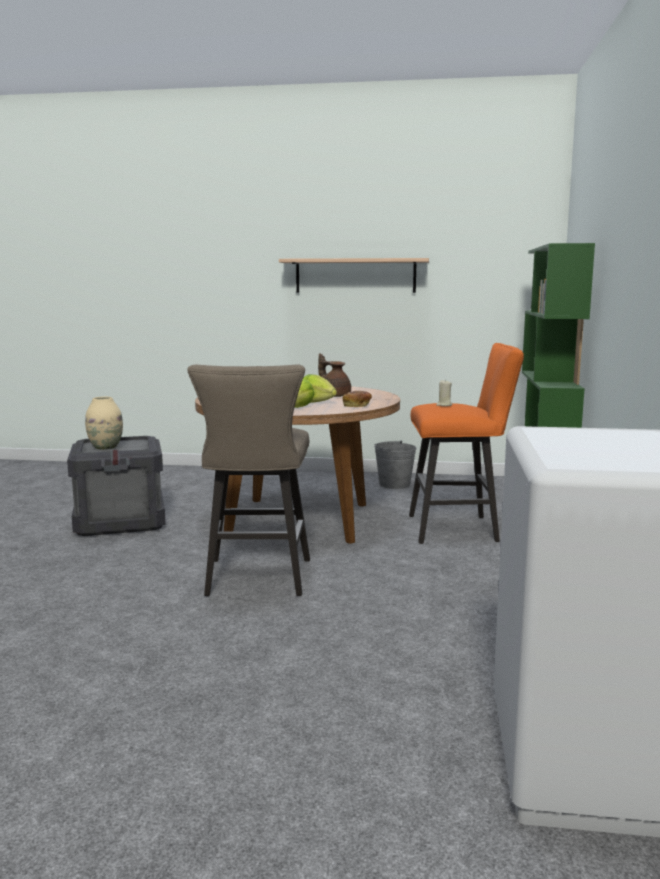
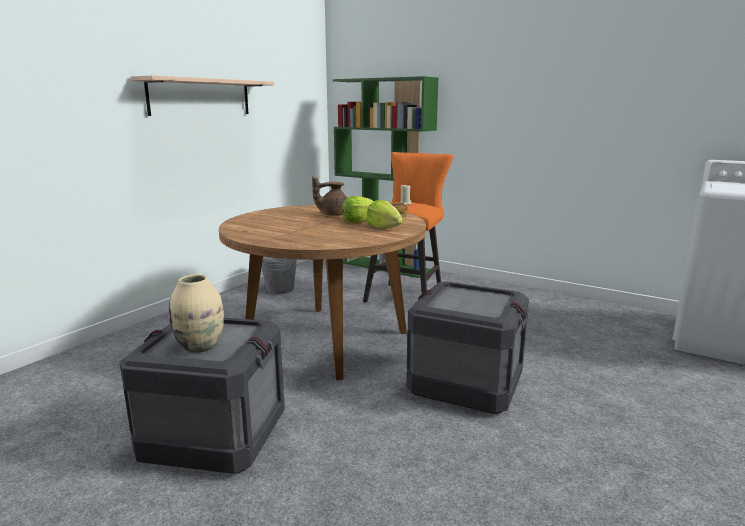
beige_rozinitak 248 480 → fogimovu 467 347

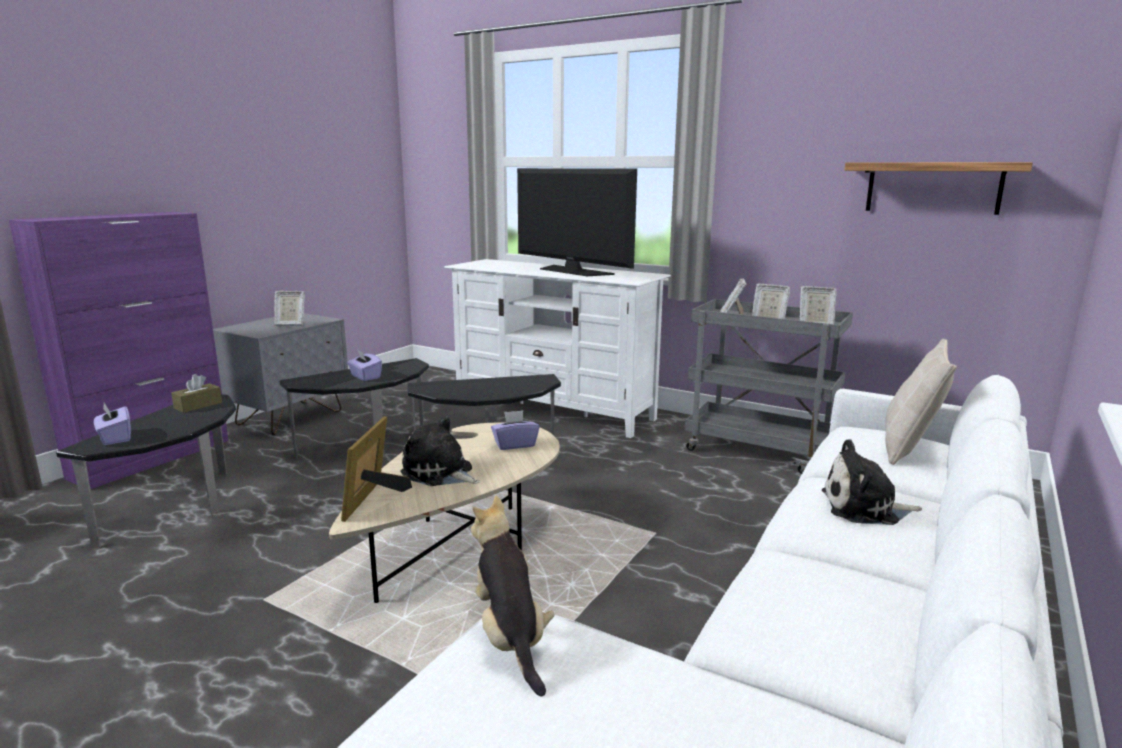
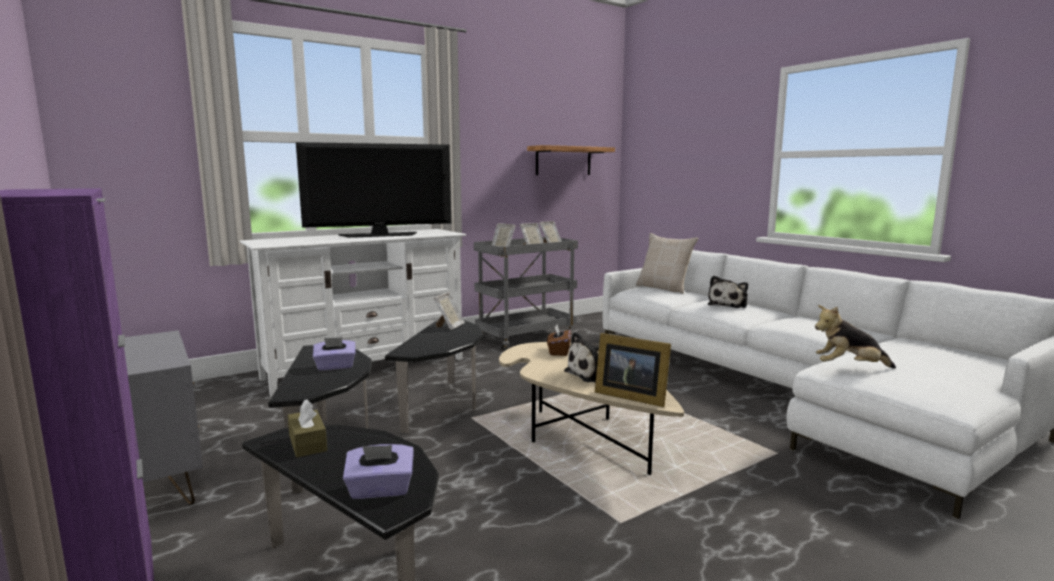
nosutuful 290 308 → nosutuful 449 311, moved
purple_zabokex 515 430 → brown_zabokex 559 340

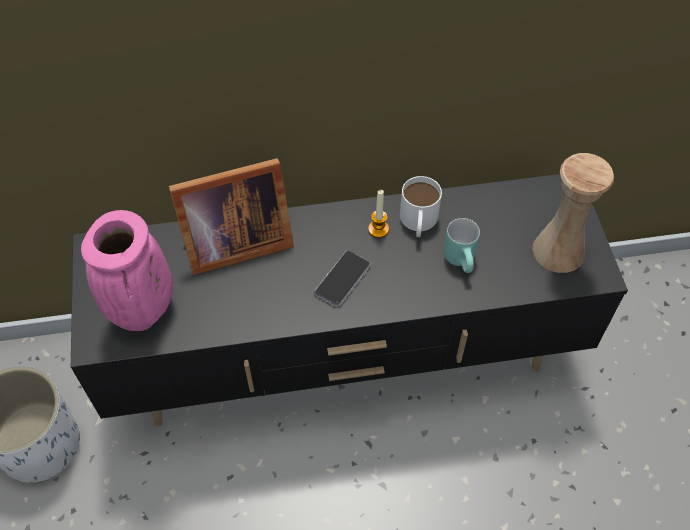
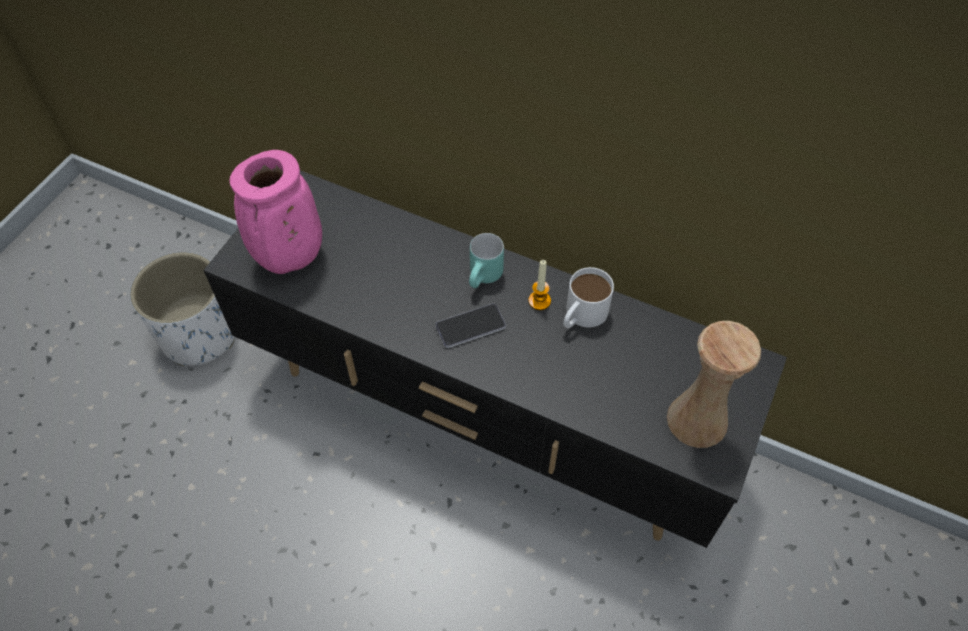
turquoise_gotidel 461 245 → turquoise_gotidel 486 260, moved
nosutuful 231 216 → -

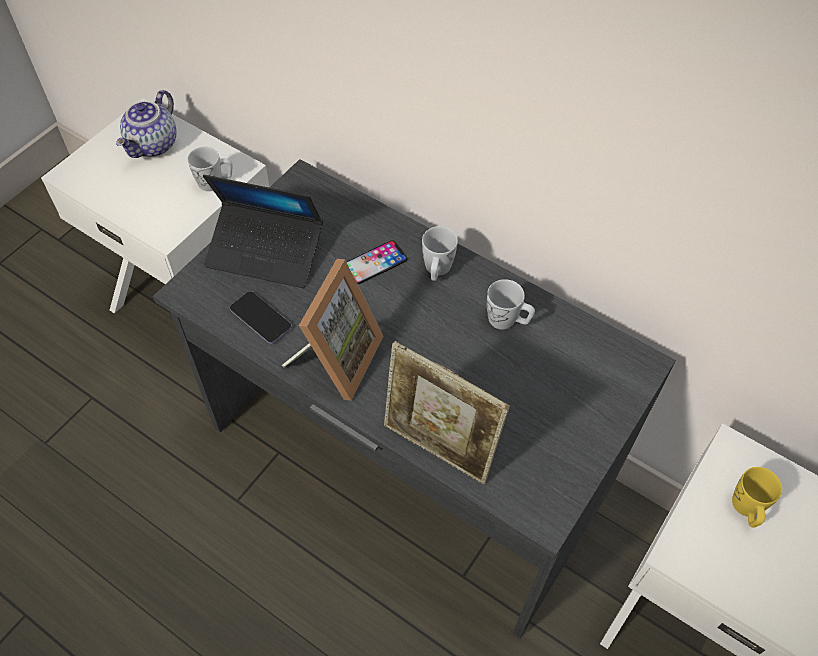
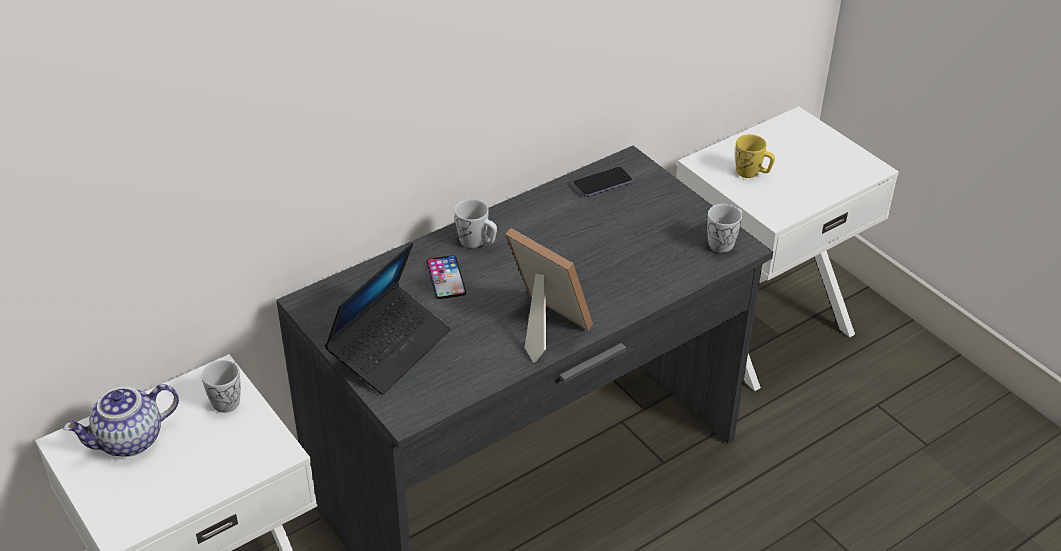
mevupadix 146 124 → mevupadix 121 420, 105 degrees clockwise
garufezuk 260 317 → garufezuk 602 182, moved
white_gotidel 511 304 → white_gotidel 724 228, moved
nosutuful 447 412 → -

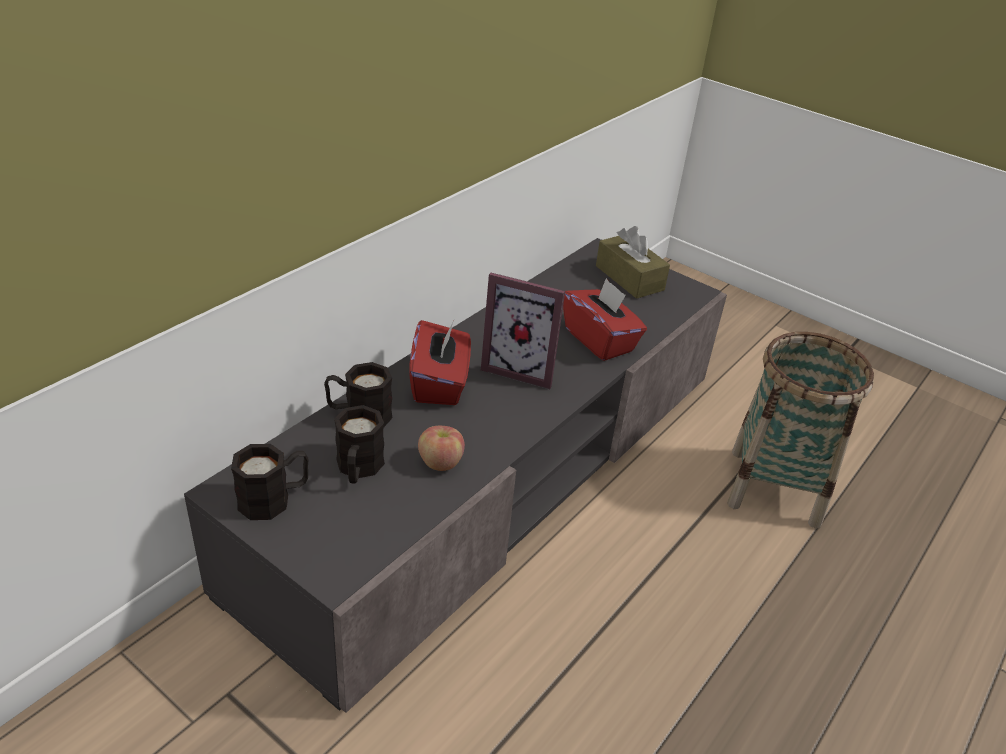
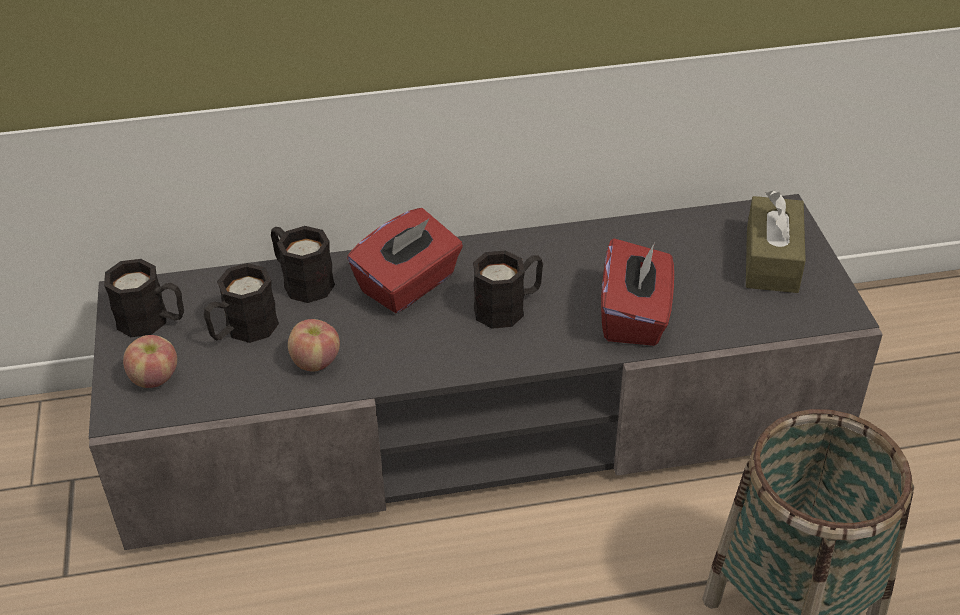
- → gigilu 150 361
nosutuful 523 331 → black_gotidel 508 289

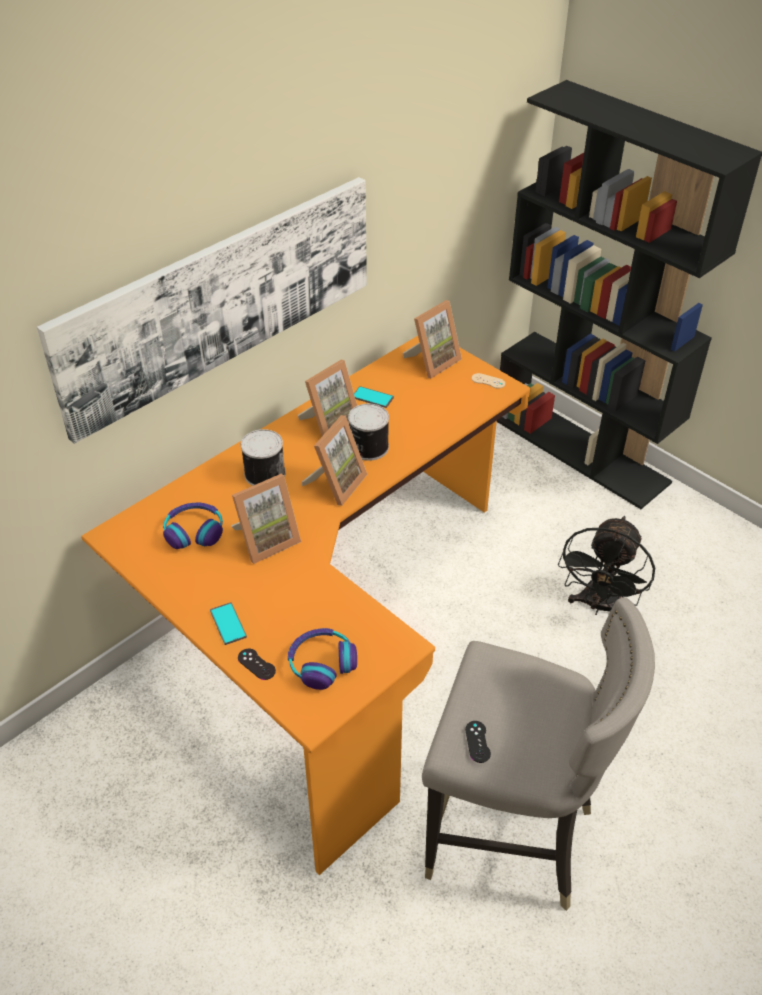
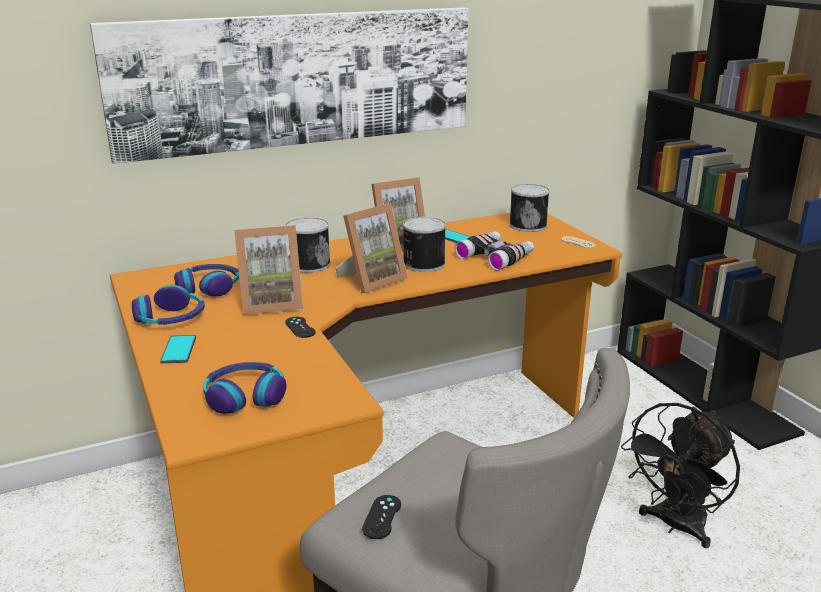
- → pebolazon 168 305
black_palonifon 257 664 → black_palonifon 300 327, moved
- → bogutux 494 251
nosutuful 432 339 → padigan 529 208

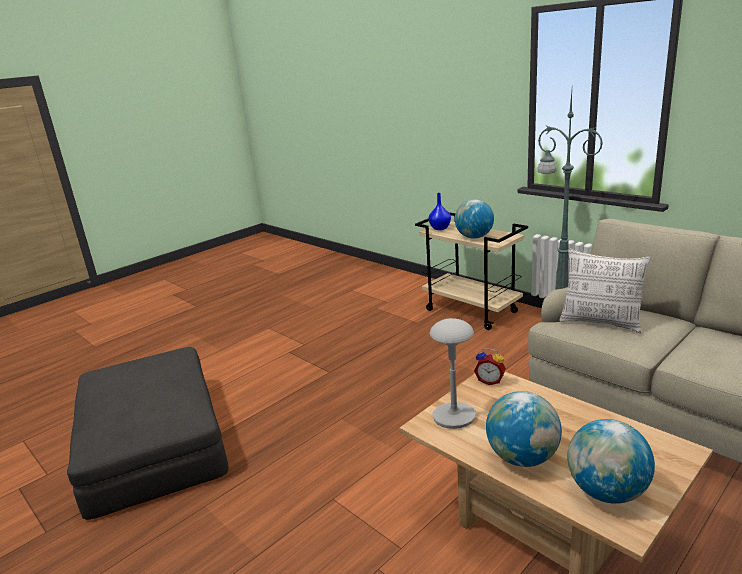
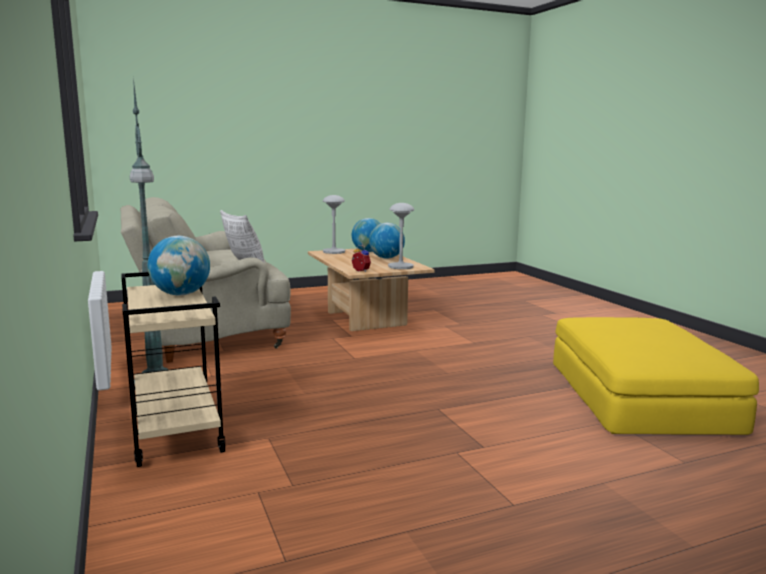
- → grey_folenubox 334 224
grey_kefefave 148 433 → yellow_kefefave 656 376
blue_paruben 440 211 → -

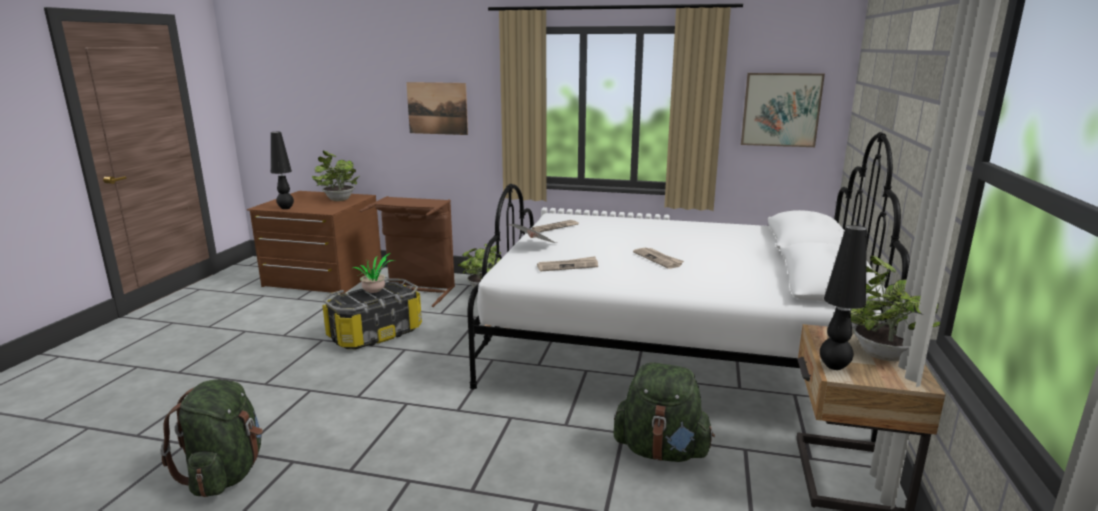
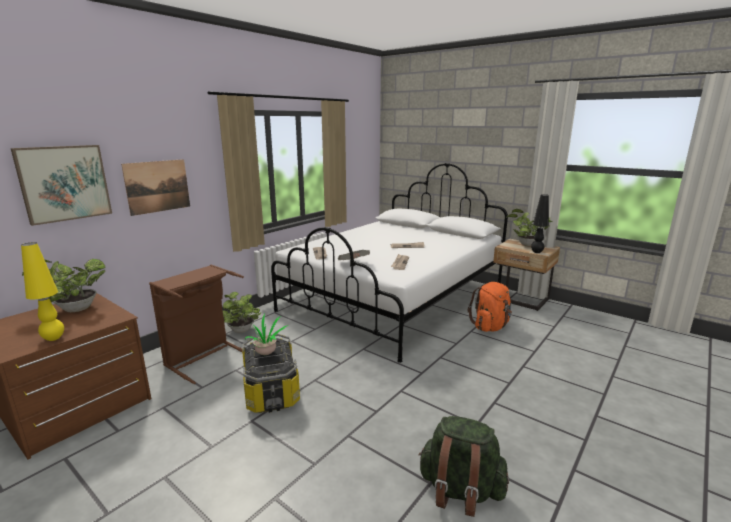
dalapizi 783 110 → dalapizi 61 185, moved
black_folenubox 282 170 → yellow_folenubox 42 291
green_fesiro 664 412 → orange_fesiro 490 307

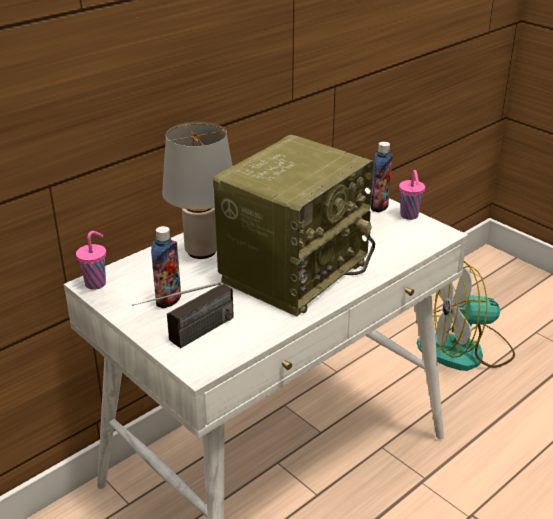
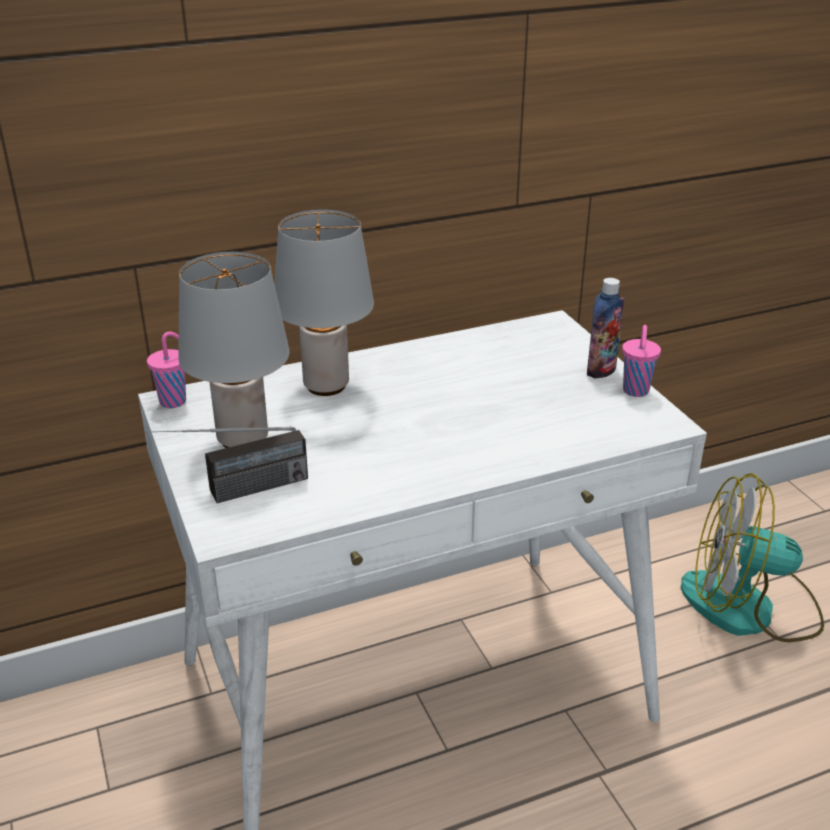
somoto 166 267 → grey_folenubox 234 350
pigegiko 294 226 → -

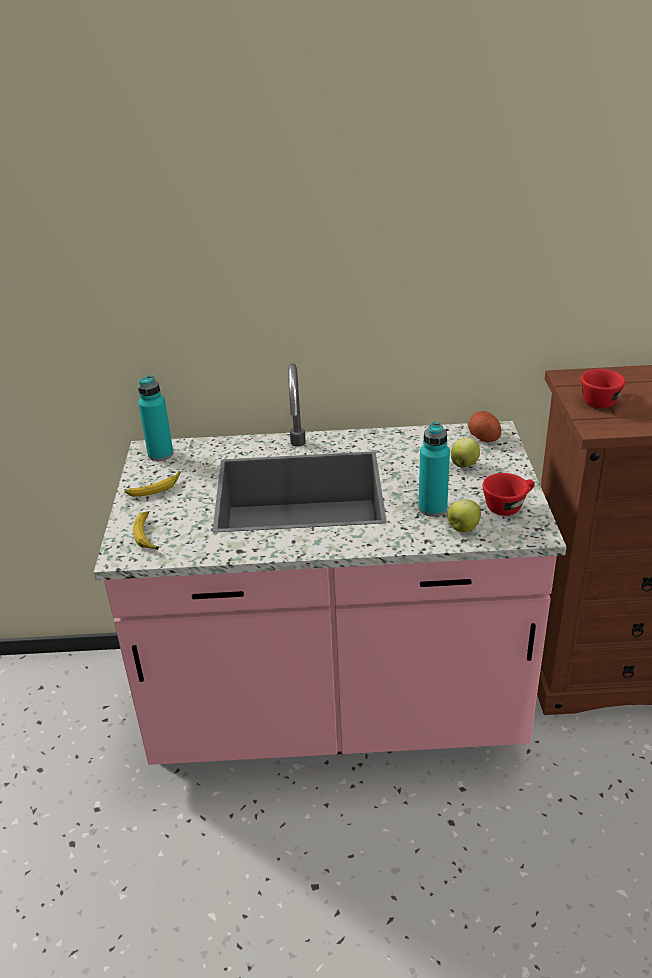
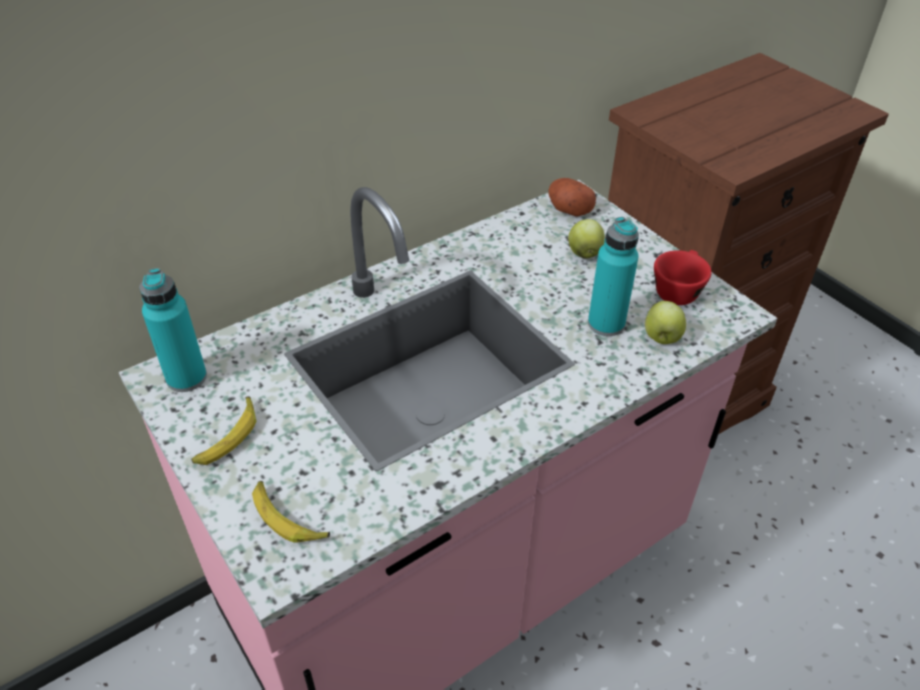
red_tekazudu 603 388 → -

